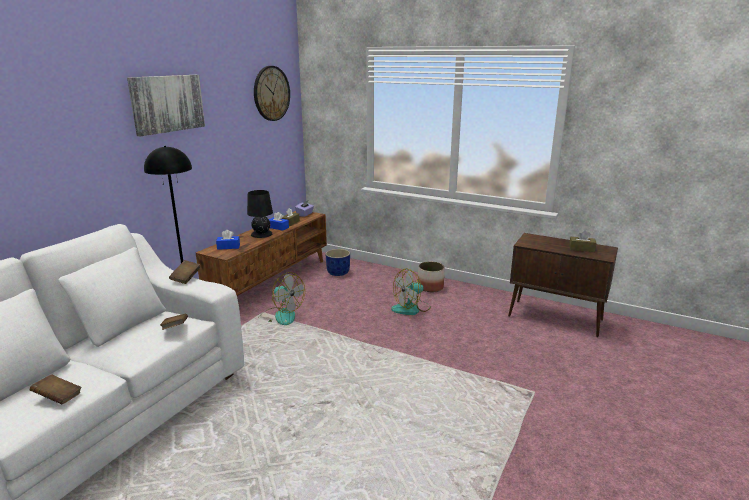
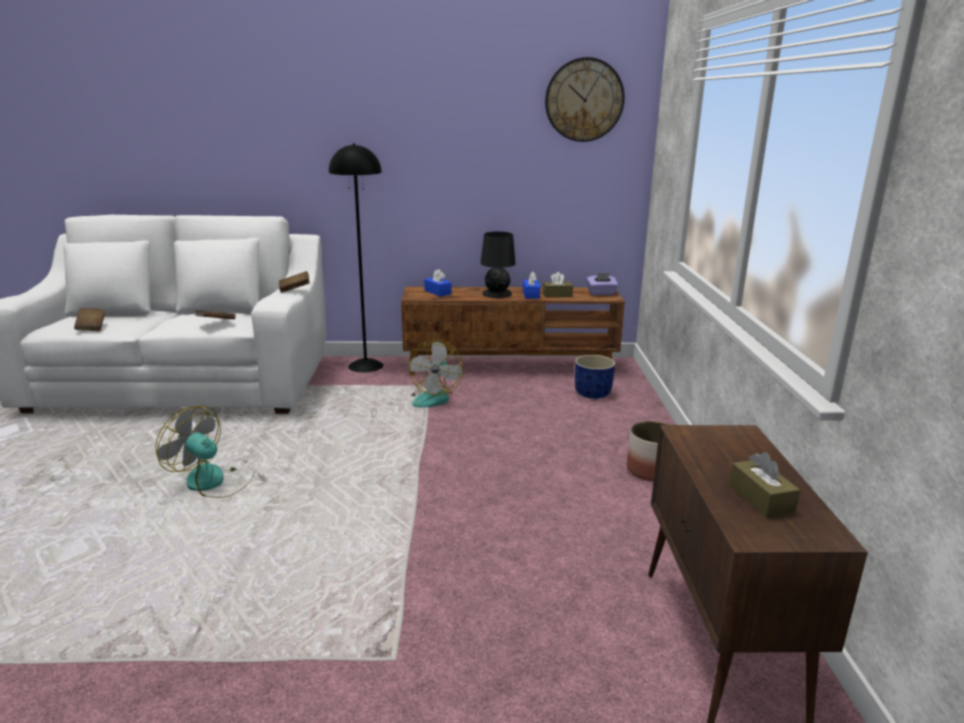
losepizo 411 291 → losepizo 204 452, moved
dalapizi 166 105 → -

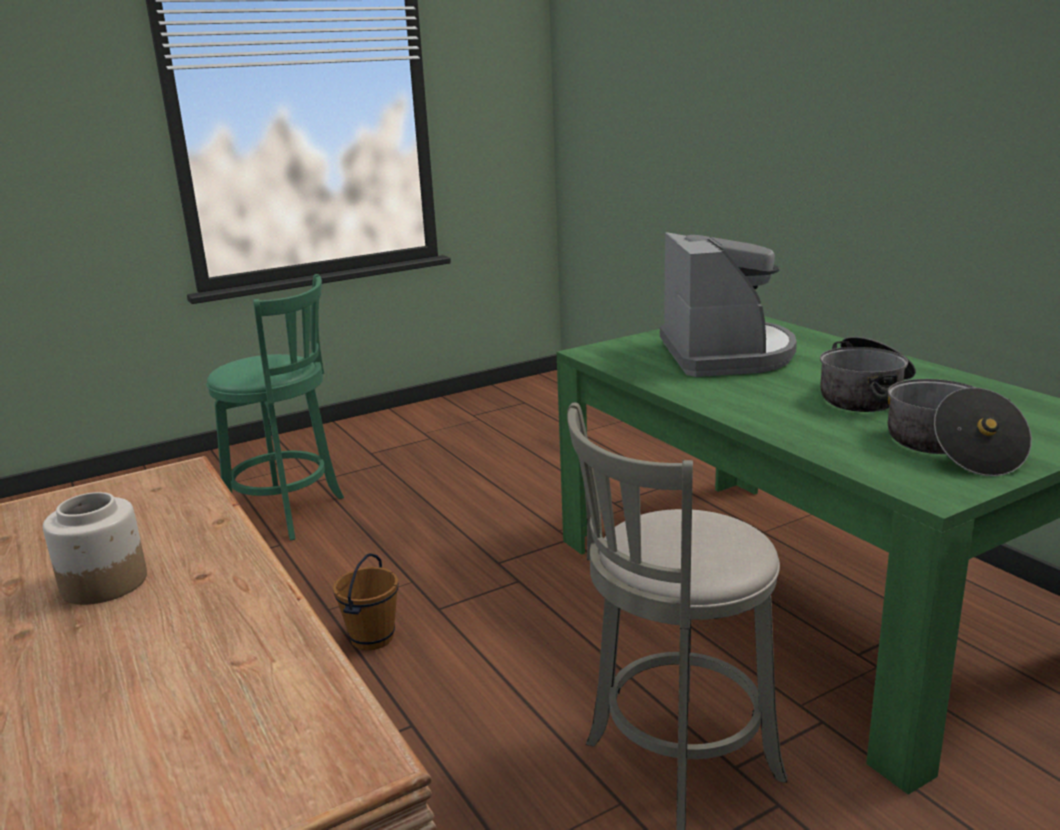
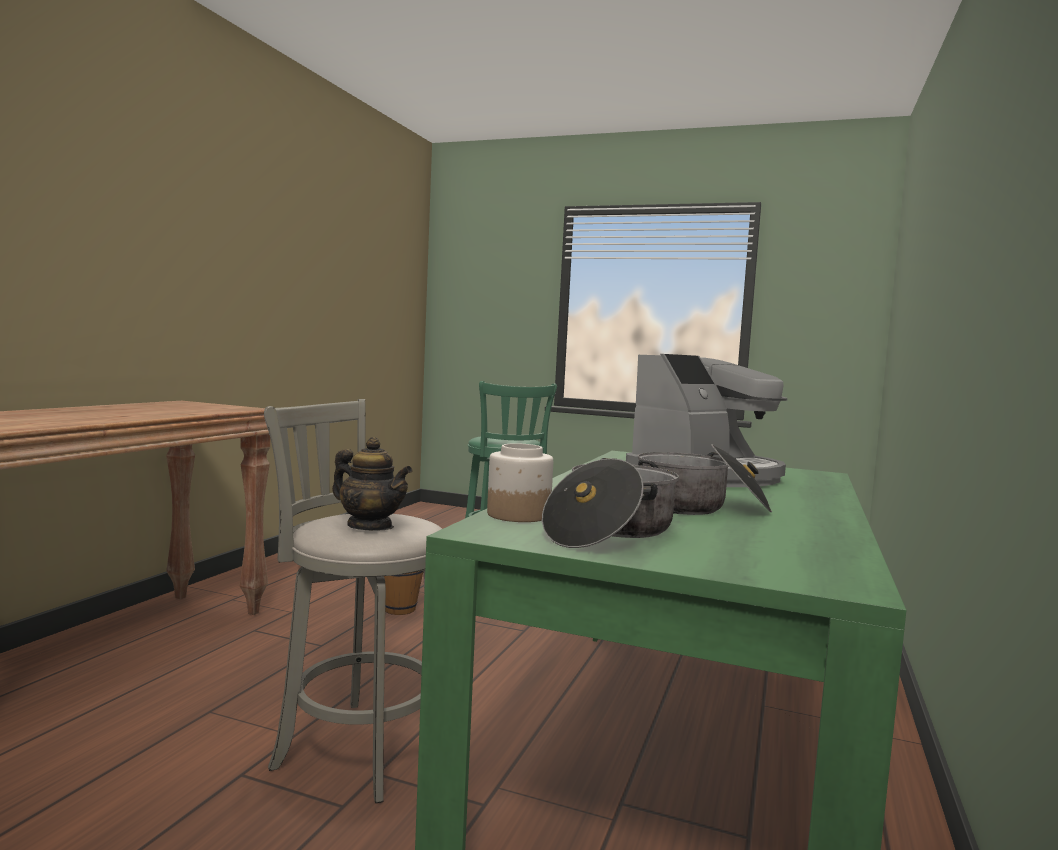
- → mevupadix 372 484
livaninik 95 548 → livaninik 520 482, moved

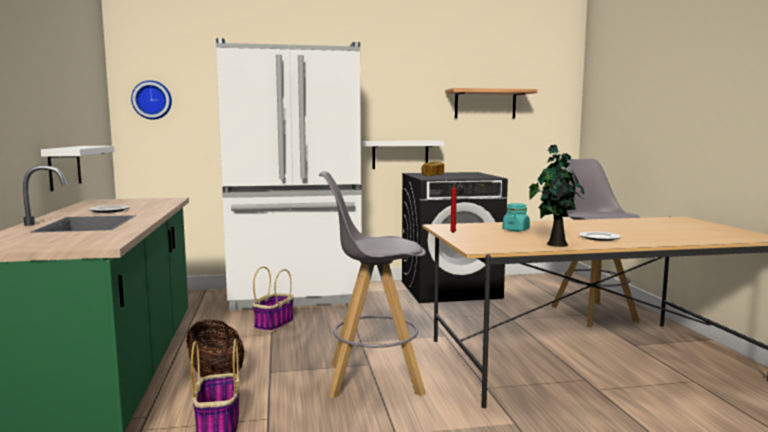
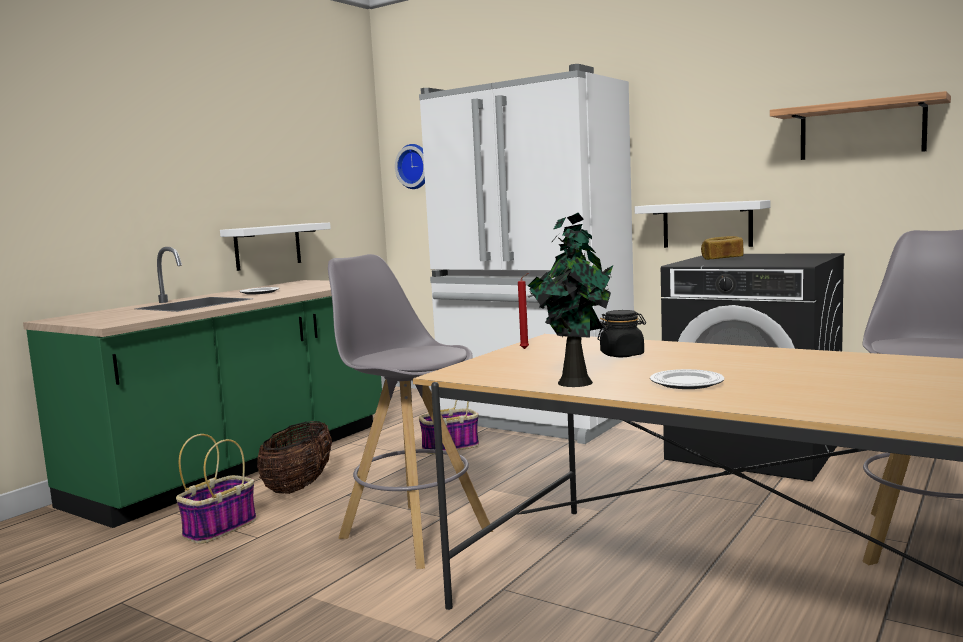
turquoise_livaninik 516 217 → black_livaninik 622 333

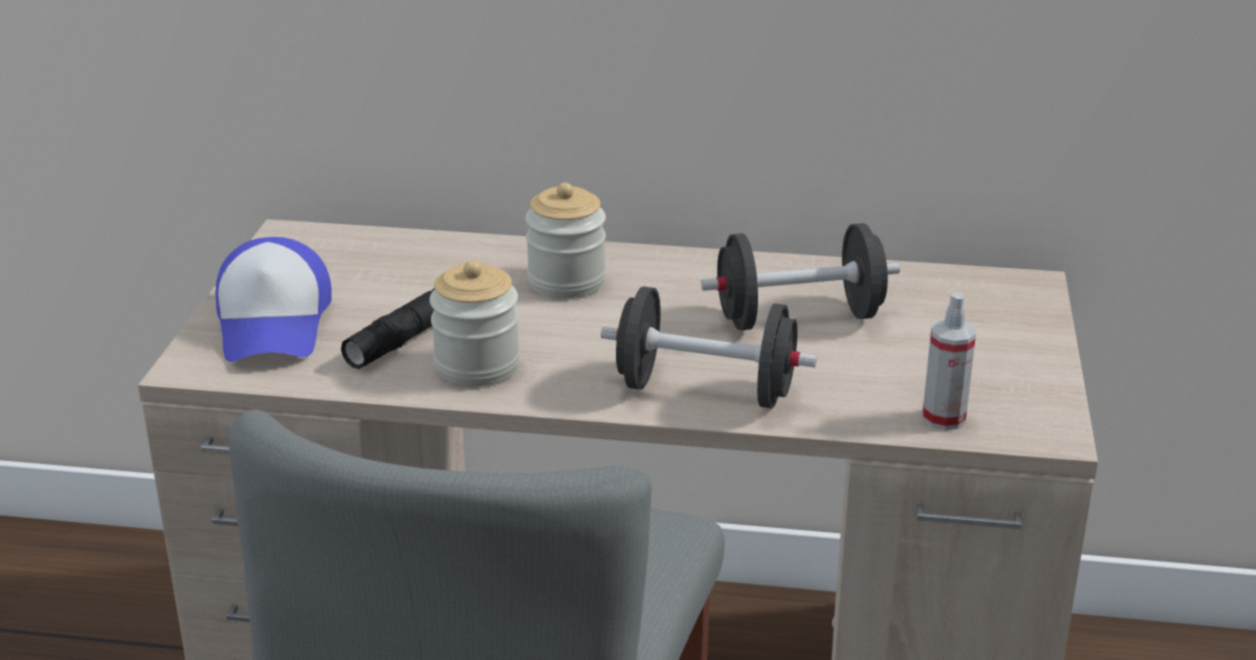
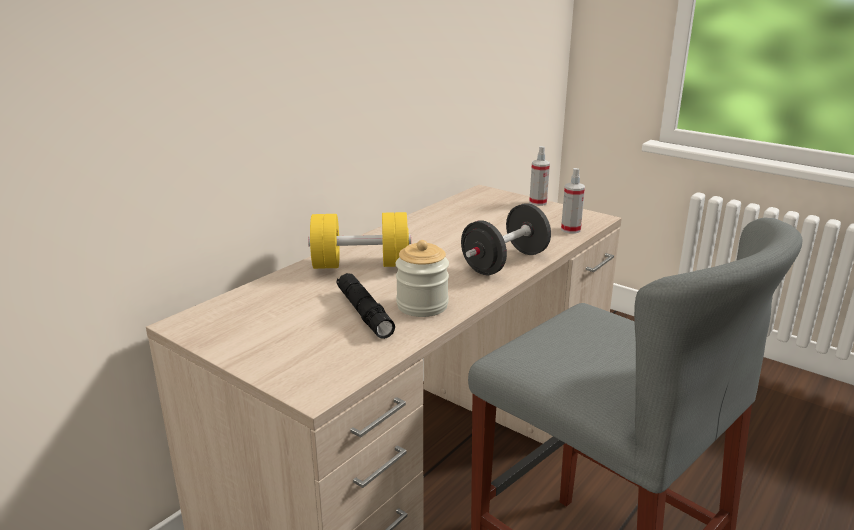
livaninik 565 240 → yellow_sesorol 359 240
- → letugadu 539 176
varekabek 274 299 → -
black_sesorol 800 276 → -

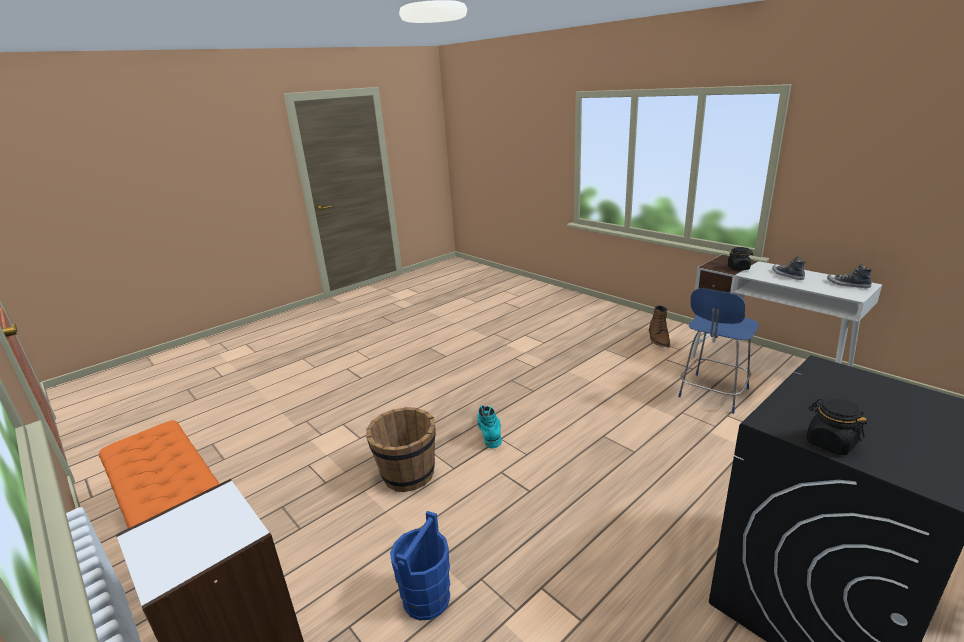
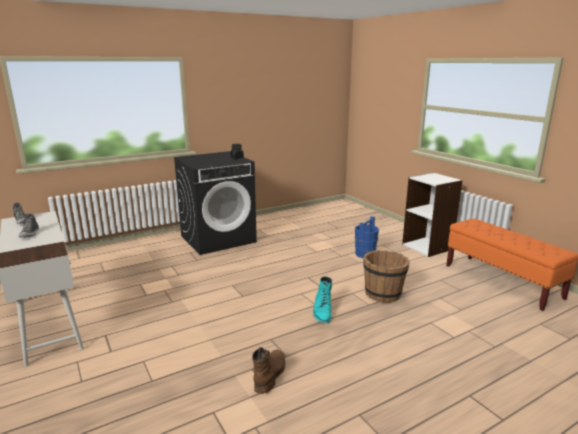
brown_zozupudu 659 326 → brown_zozupudu 269 370, moved
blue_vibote 718 351 → -
black_livaninik 740 258 → -

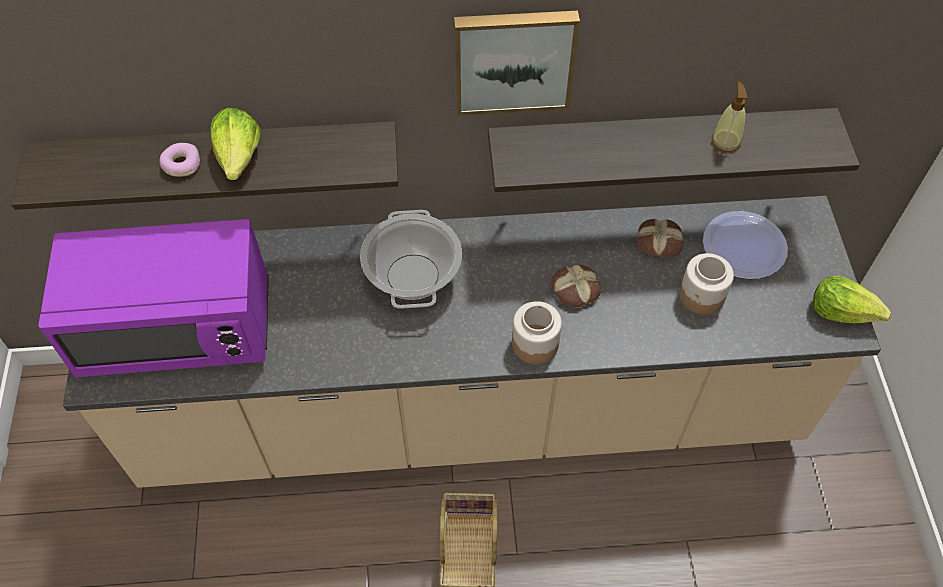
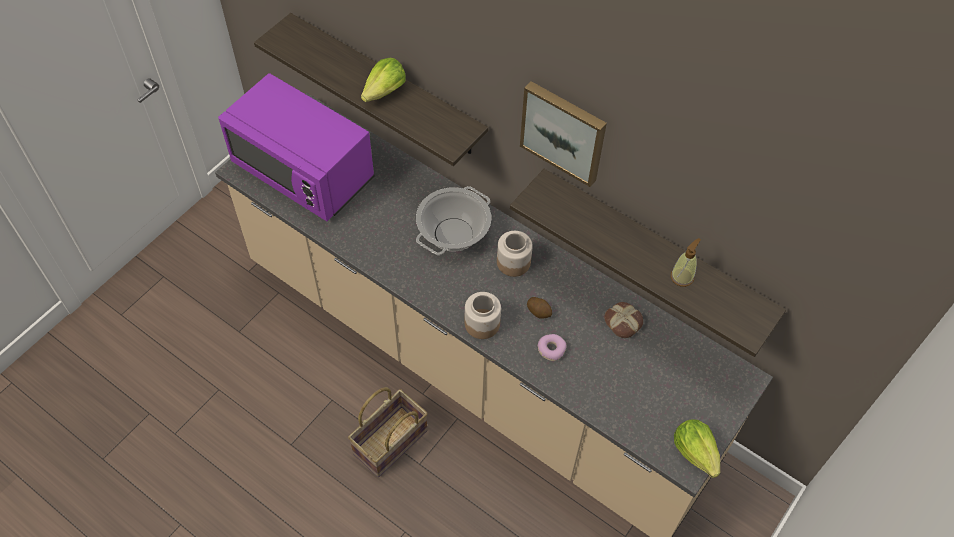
livaninik 706 284 → livaninik 515 254, moved
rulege 576 286 → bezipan 539 308
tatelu 179 160 → tatelu 552 347, moved
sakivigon 745 245 → -

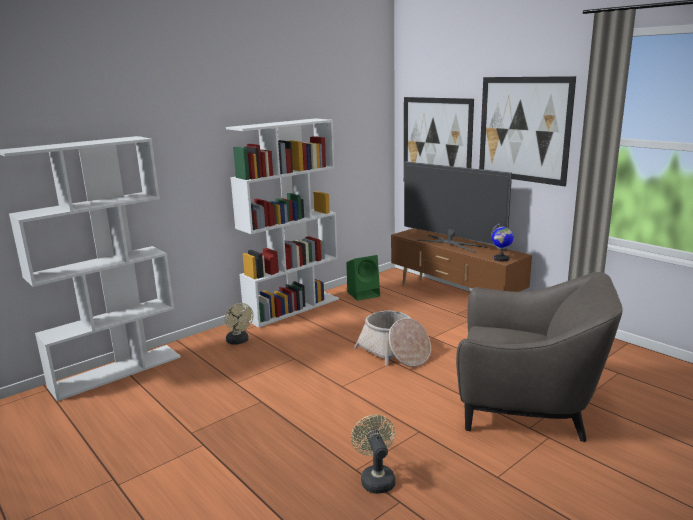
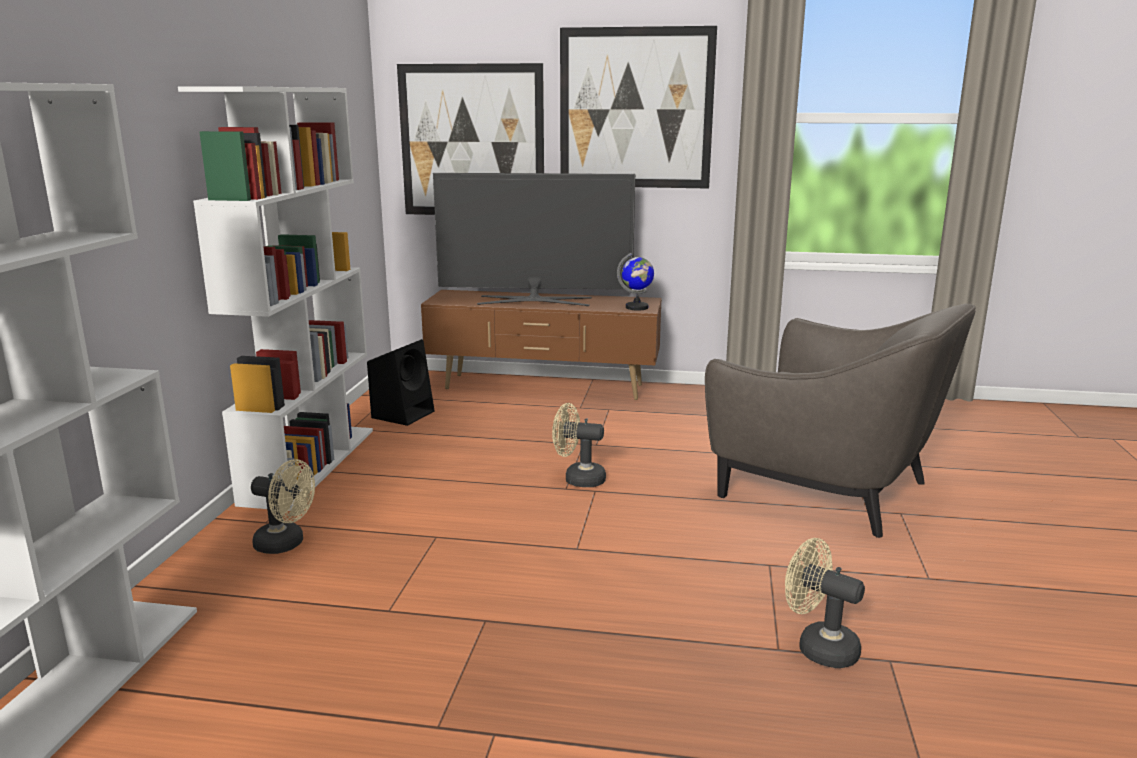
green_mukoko 363 278 → black_mukoko 401 382
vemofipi 392 339 → beige_losepizo 579 445
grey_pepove 539 357 → grey_pepove 840 421, 60 degrees clockwise

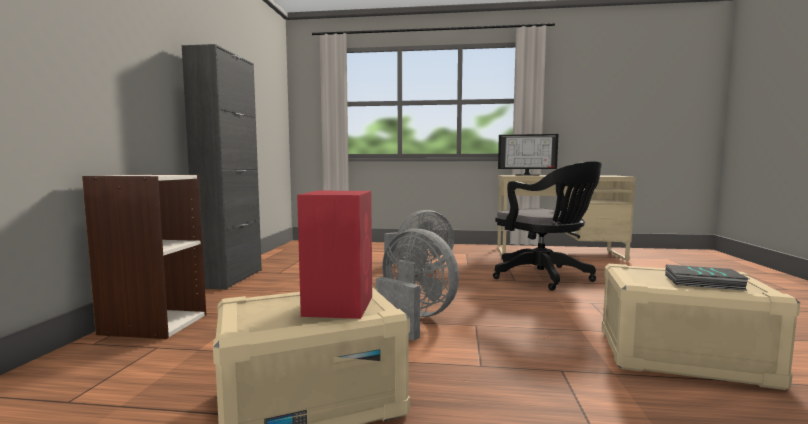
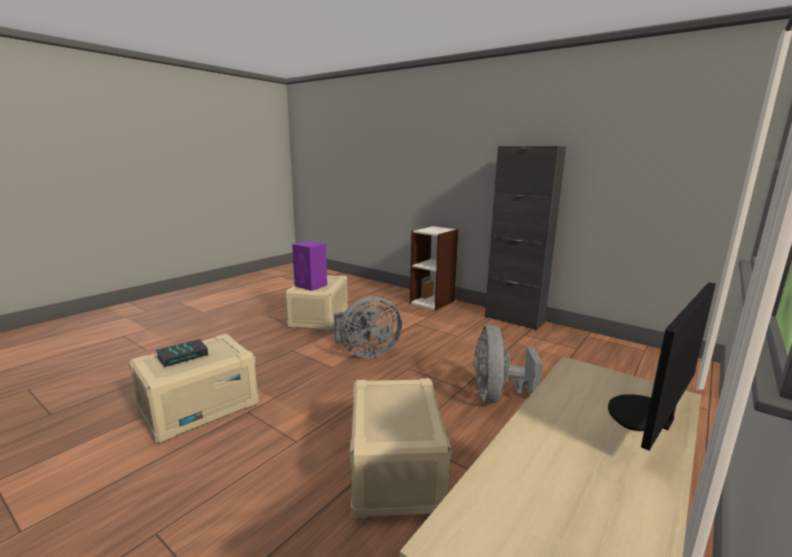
red_mukoko 334 255 → purple_mukoko 309 266
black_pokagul 547 226 → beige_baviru 401 448

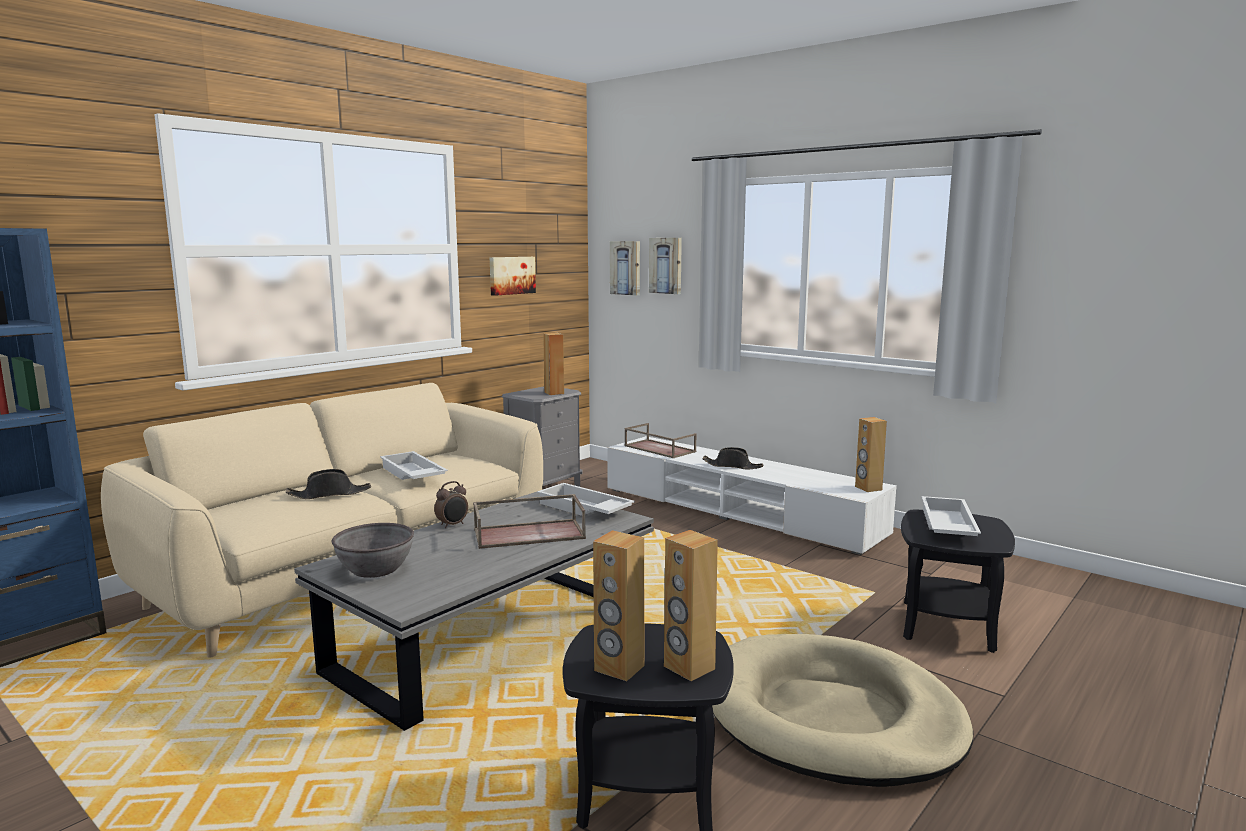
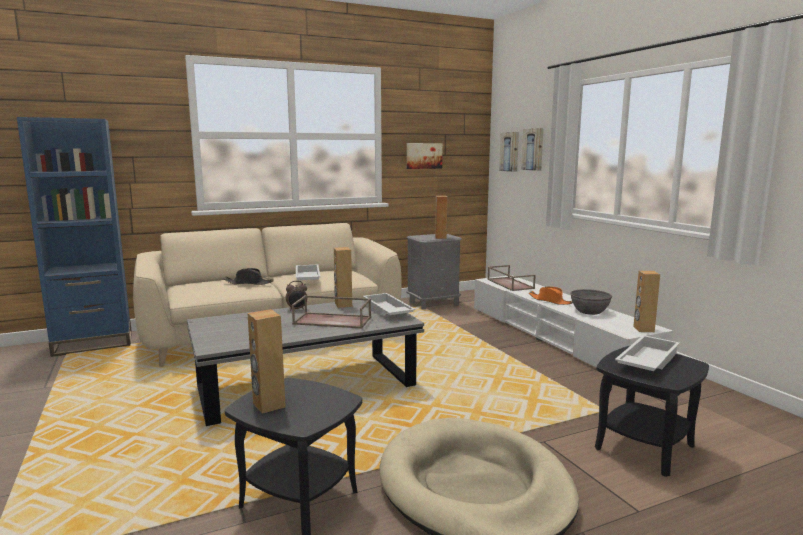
brown_mukoko 691 605 → brown_mukoko 343 277, moved
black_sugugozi 733 458 → orange_sugugozi 551 296
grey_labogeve 373 550 → grey_labogeve 591 302, moved

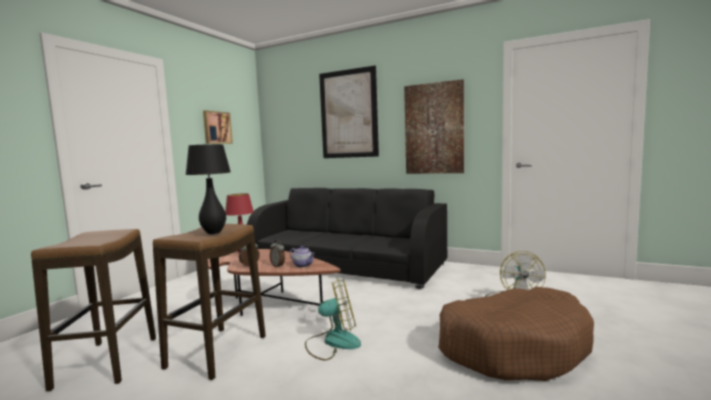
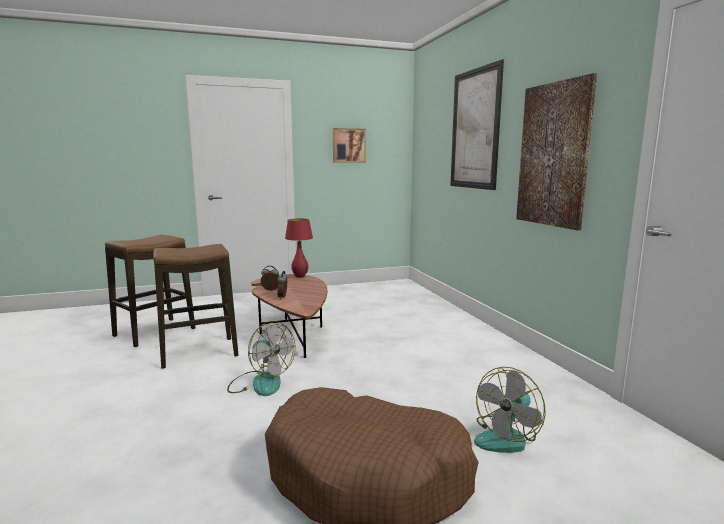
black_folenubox 208 189 → -
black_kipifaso 347 238 → -
mevupadix 302 256 → -

